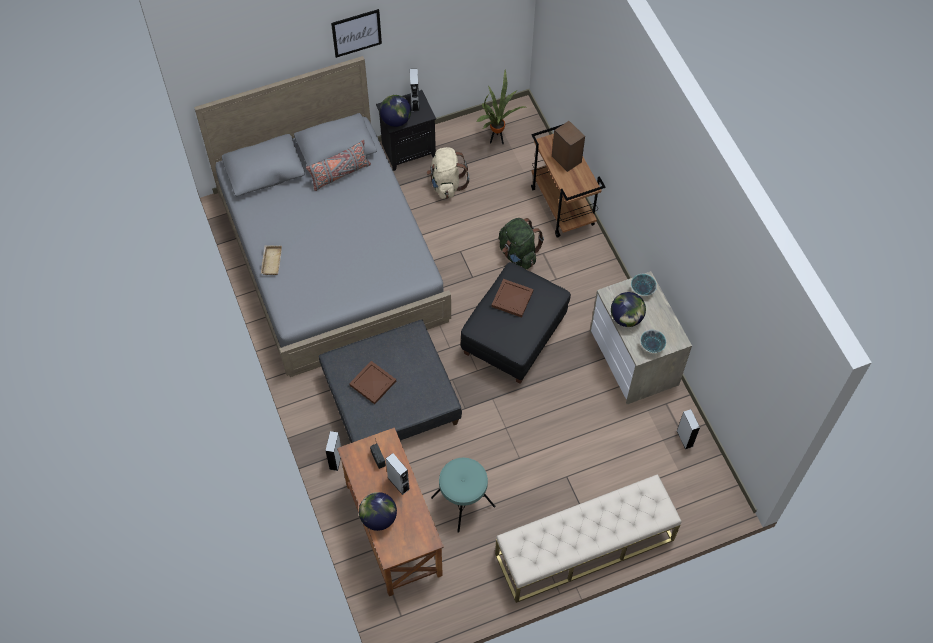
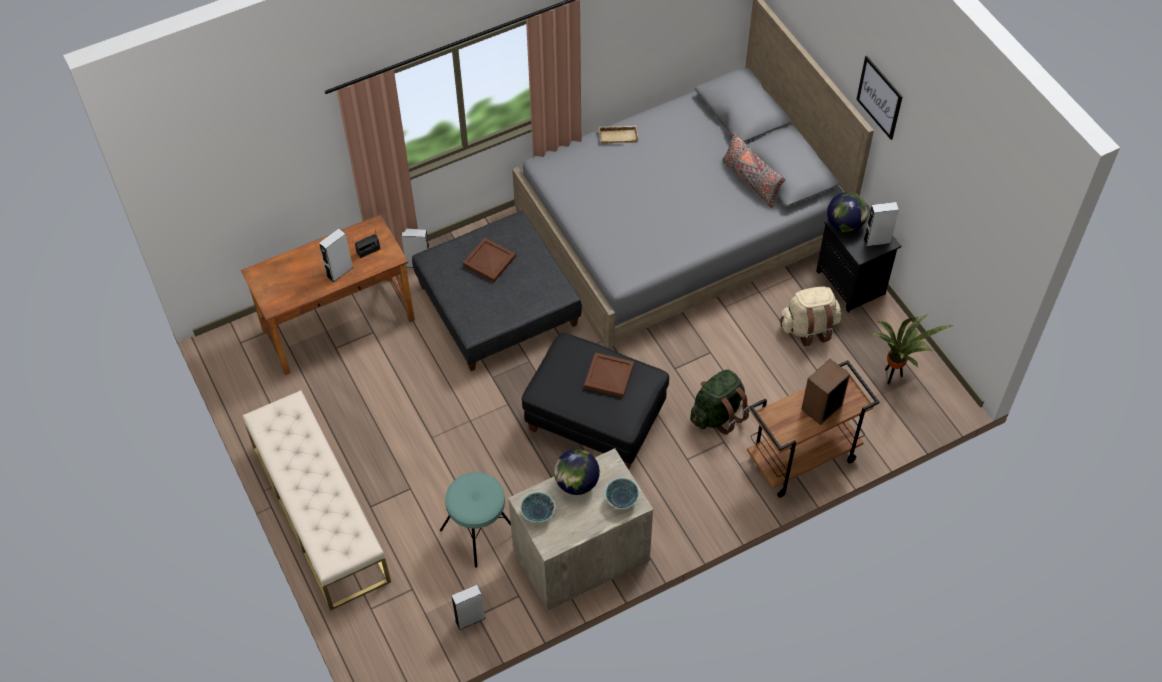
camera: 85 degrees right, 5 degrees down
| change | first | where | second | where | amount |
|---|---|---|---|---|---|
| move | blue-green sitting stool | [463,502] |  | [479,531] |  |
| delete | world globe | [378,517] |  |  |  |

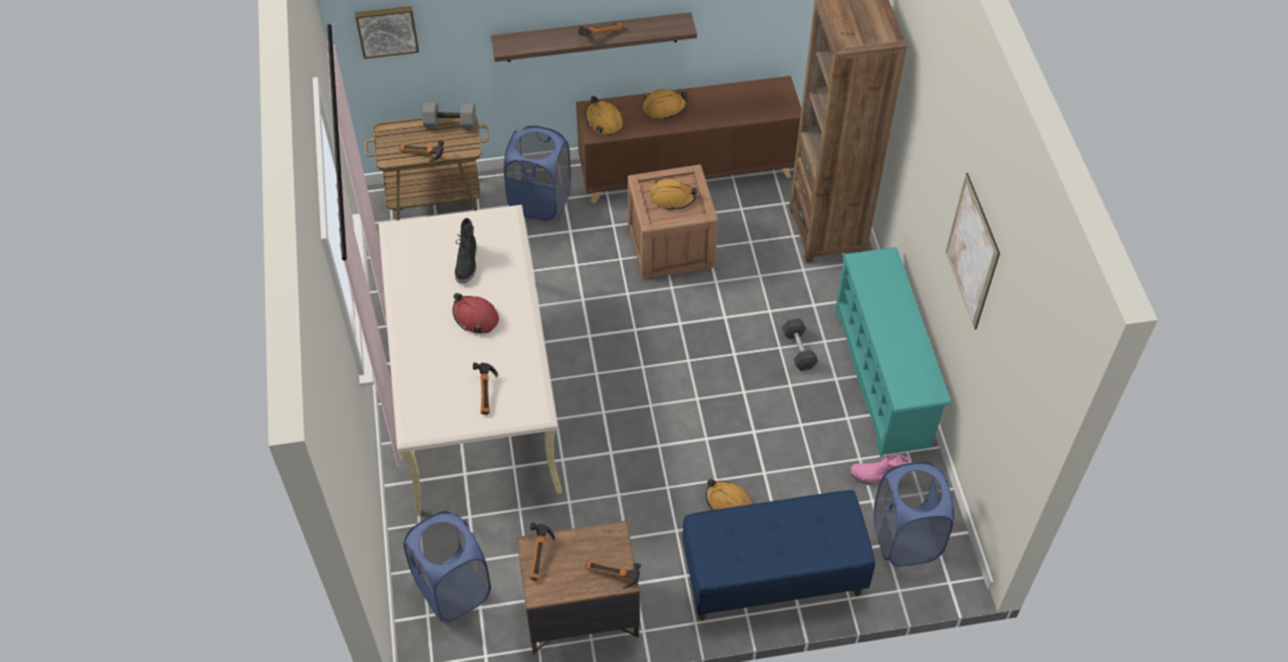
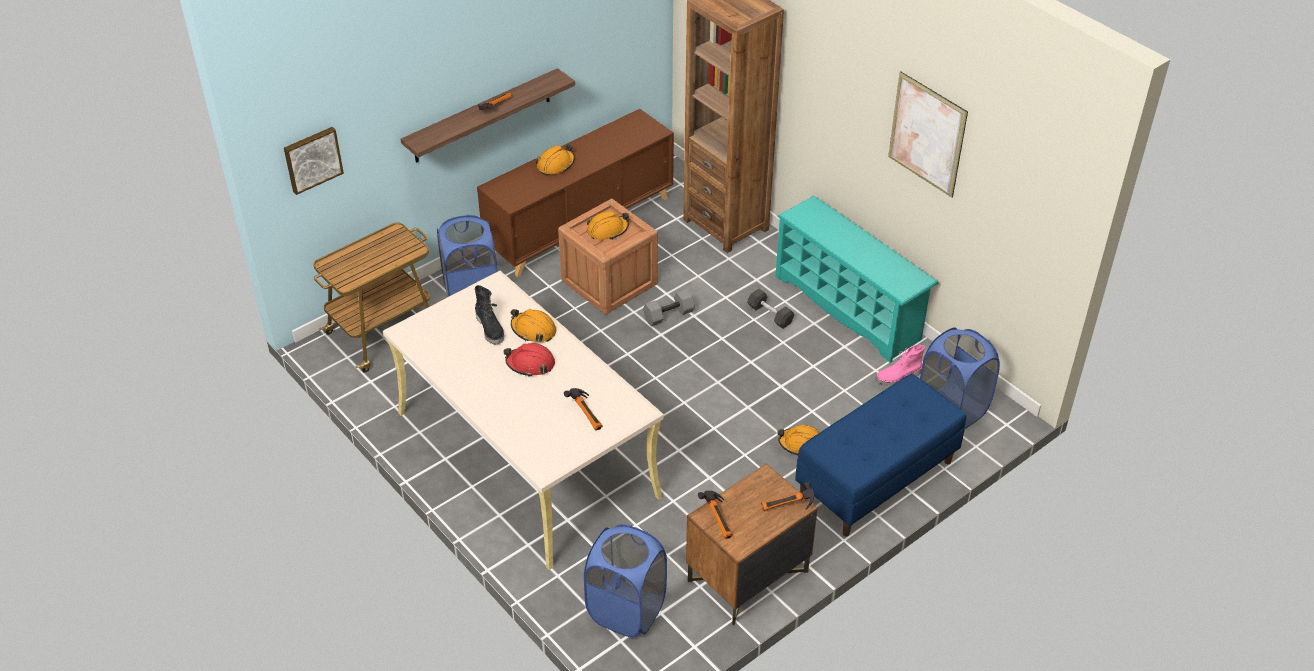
camera: 30 degrees left, 10 degrees down
| change | first | where | second | where | amount |
|---|---|---|---|---|---|
| move | orange hard hat | [603,121] |  | [533,330] |  |
| move | grey free weight | [449,124] |  | [668,316] |  |
| delete | hammer | [421,156] |  |  |  |

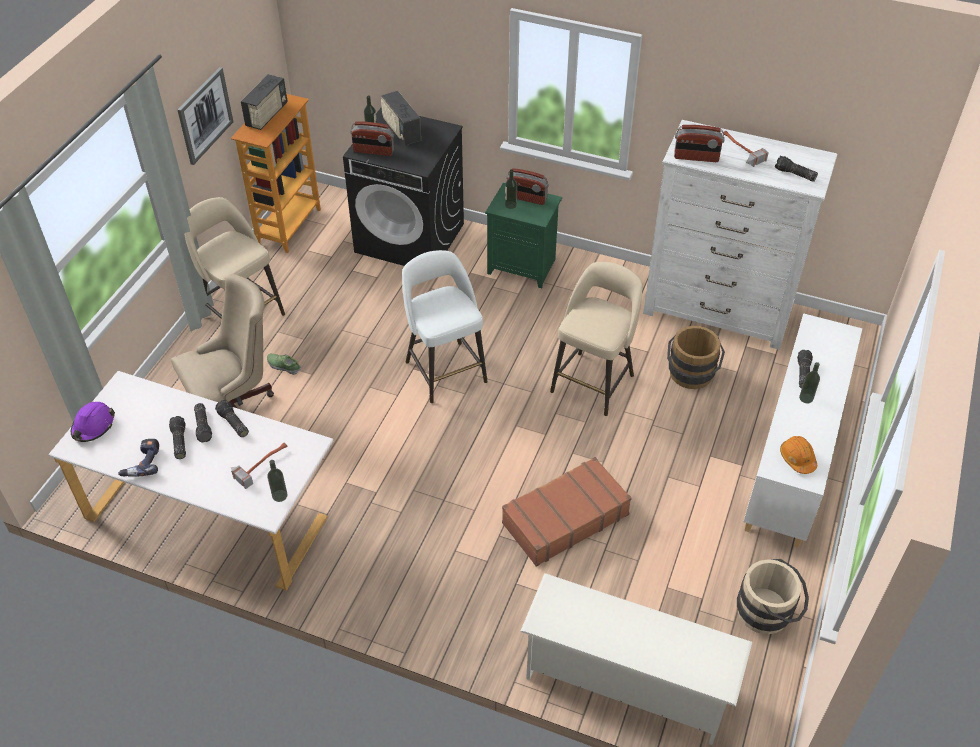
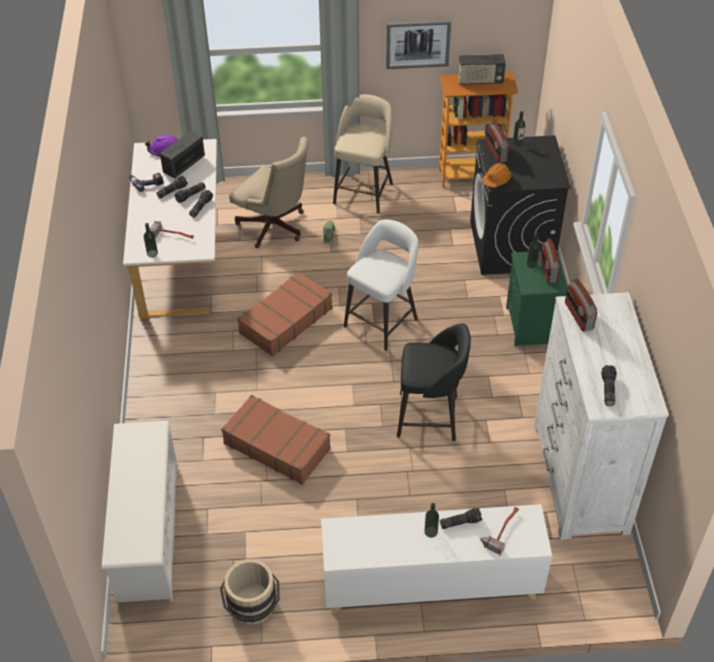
camera: 65 degrees right, 0 degrees up
| change | first | where | second | where | amount |
|---|---|---|---|---|---|
| move | radio | [401,131] |  | [184,164] |  |
| move | hammer | [739,151] |  | [501,529] |  |
| recolor | beige-coloured sitting stool | [593,382] | blackish sitting stool | [430,417] |  |
| delete | brown bucket | [690,376] |  |  |  |
| move | orange hard hat | [797,458] |  | [496,180] |  |
| insert |  |  | brown suitcase | [285,320] |  |

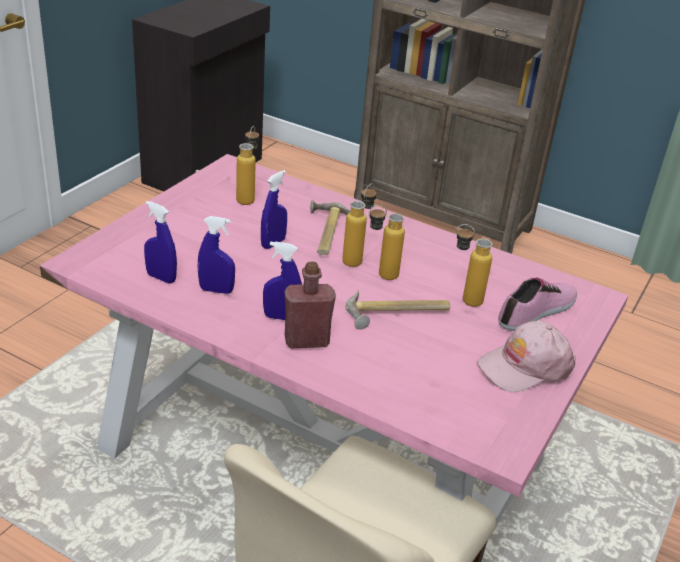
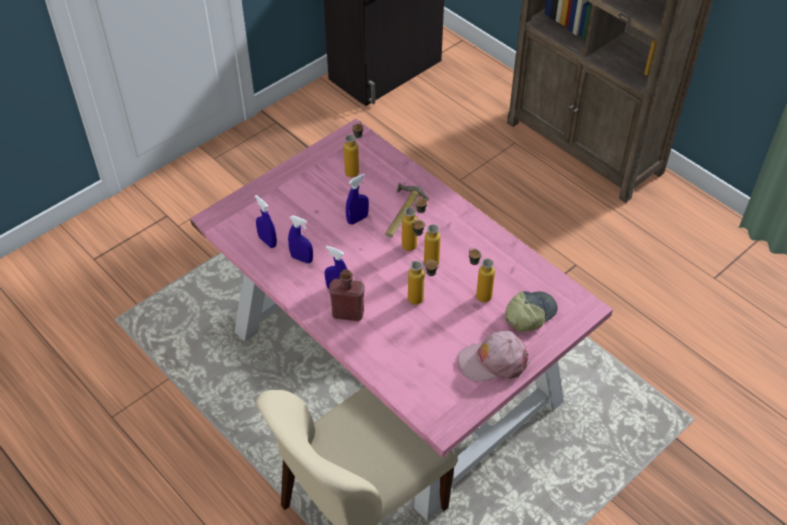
camera: 20 degrees right, 15 degrees up
| change | first | where | second | where | amount |
|---|---|---|---|---|---|
| replace | shoe | [537,311] | peaked cap | [529,314] |  |
| replace | hammer | [397,314] | beverage bottle | [422,300] |  |

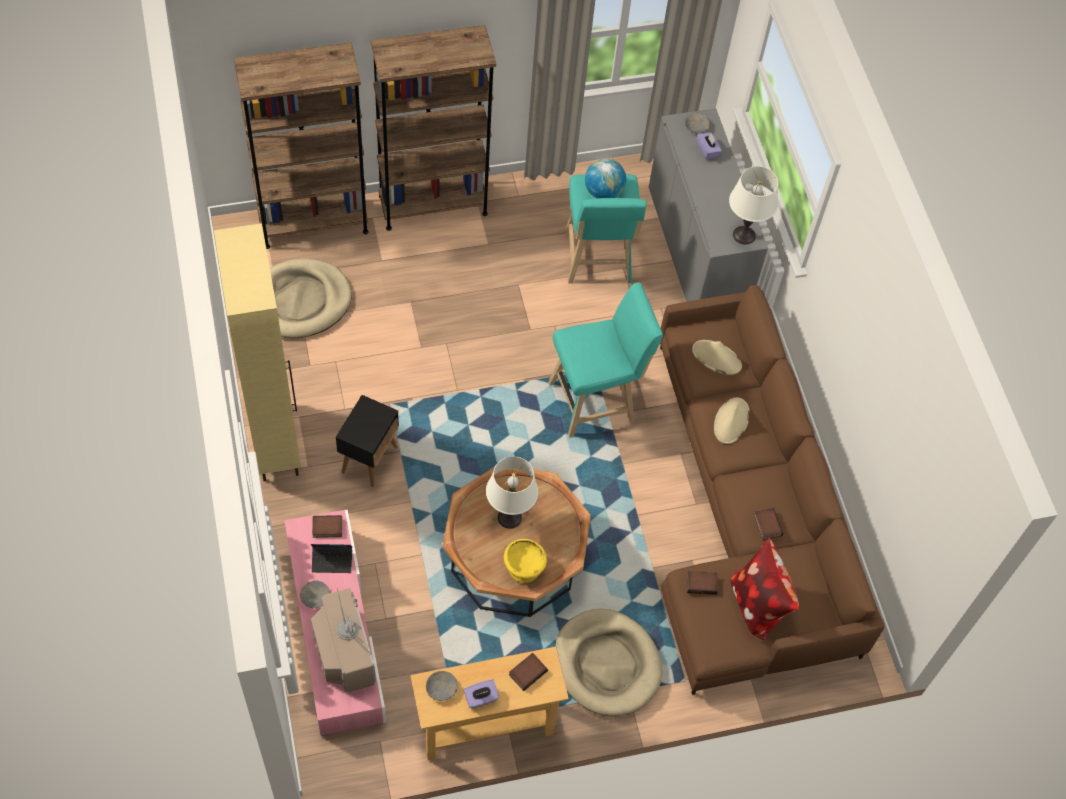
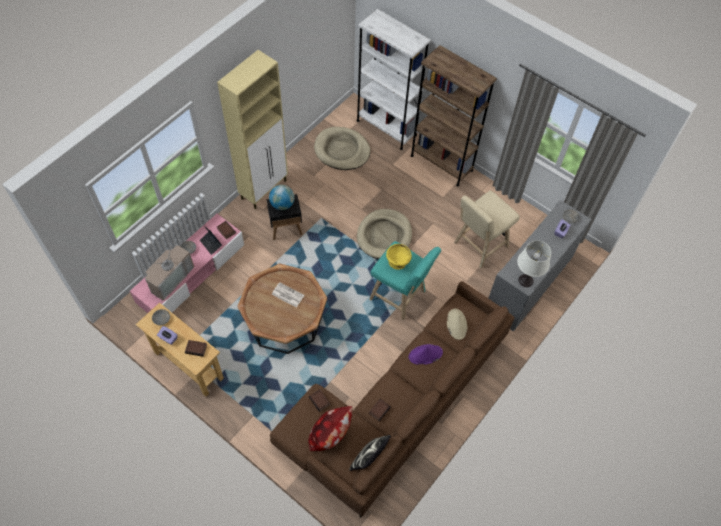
camera: 55 degrees right, 0 degrees up
| change | first | where | second | where | amount |
|---|---|---|---|---|---|
| recolor | brown bookcase | [313,223] | whitish bookcase | [386,127] |  |
| move | world globe | [603,192] |  | [282,204] |  |
| recolor | blue-green sitting stool | [597,261] | beige-coloured sitting stool | [478,246] |  |
| recolor | beige-coloured hat | [731,421] | purplish hat | [425,355] |  |
| replace | whitish lamp for a table | [509,517] | daily paper | [287,295] |  |
| move | yellowish serving bowl | [523,568] |  | [398,261] |  |
| move | beige-coloured dog cushion | [607,664] |  | [384,236] |  |
| insert |  |  | pillow | [369,458] |  |

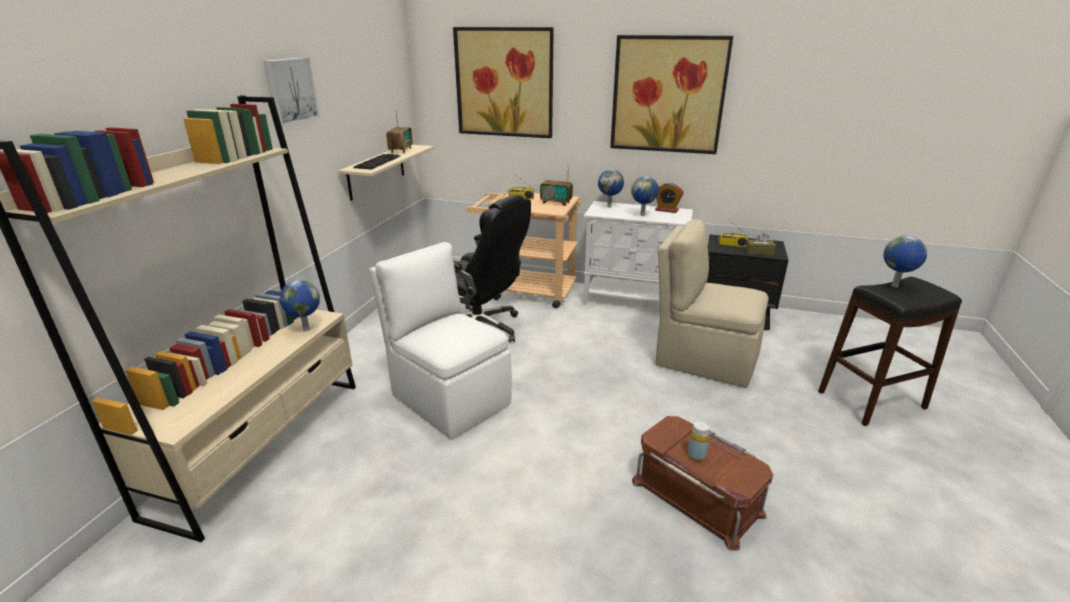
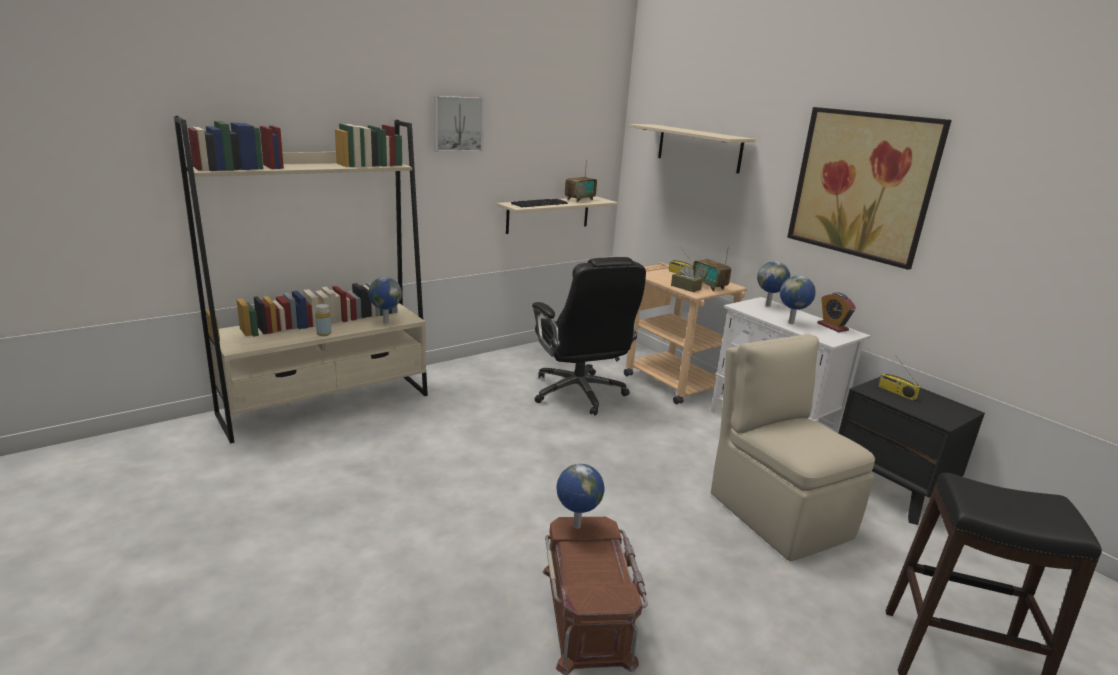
camera: 35 degrees right, 5 degrees down
| change | first | where | second | where | amount |
|---|---|---|---|---|---|
| replace | wall picture | [504,83] | beige-coloured shelf | [699,148] |  |
| move | brown box of tissues | [759,252] |  | [685,287] |  |
| move | world globe | [895,286] |  | [576,526] |  |
| delete | whitish chair | [449,398] |  |  |  |
| move | yellowish beverage bottle | [696,455] |  | [324,334] |  |

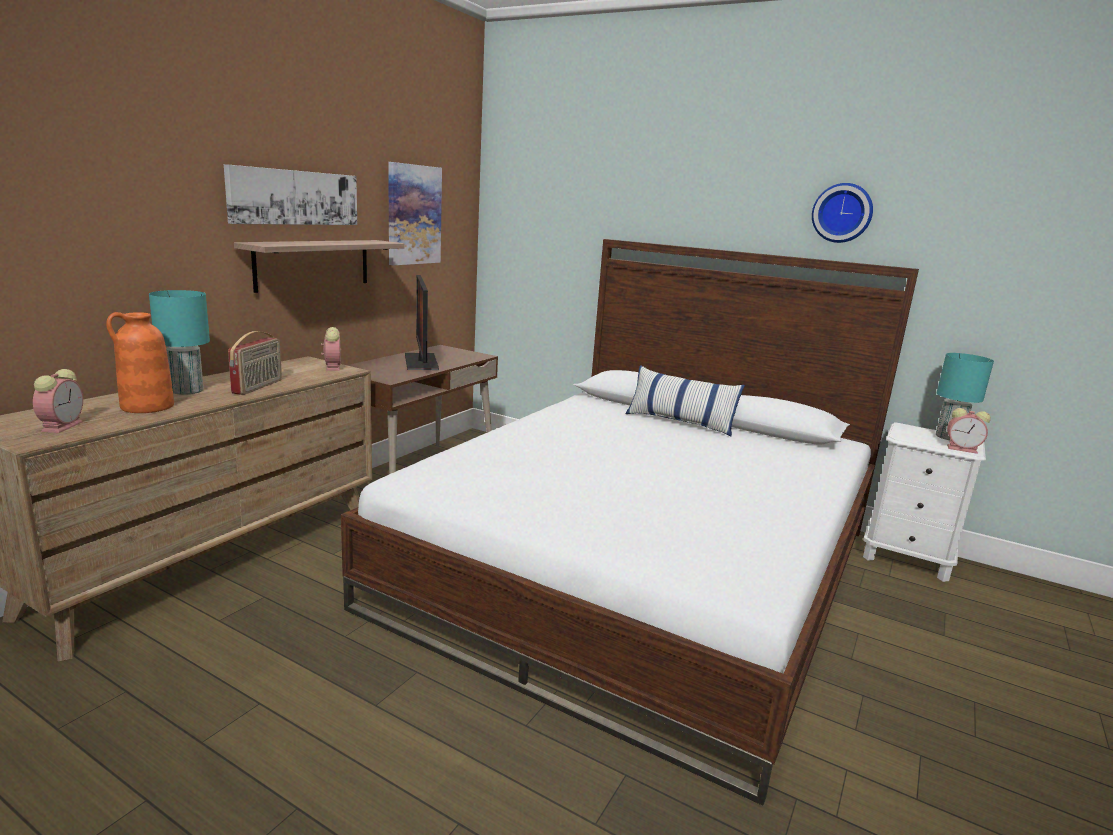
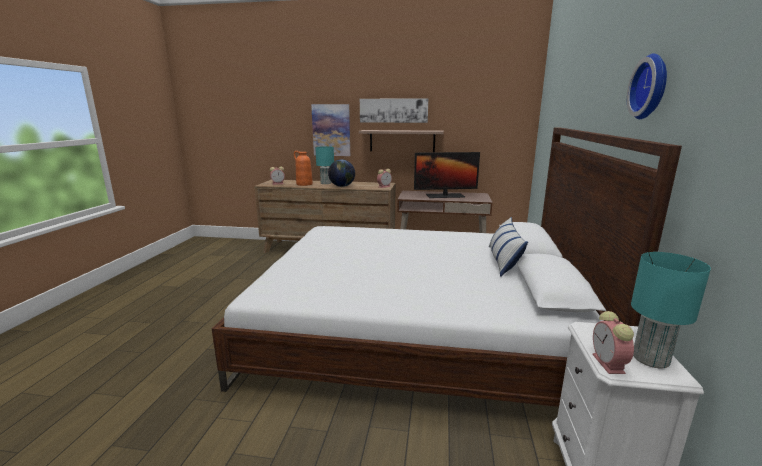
camera: 70 degrees right, 0 degrees up
| change | first | where | second | where | amount |
|---|---|---|---|---|---|
| move | wall picture | [413,215] |  | [331,130] |  |
| rotate | computer screen | [421,361] |  | [445,196] | 150 degrees counterclockwise |
| replace | radio | [258,387] | world globe | [342,186] |  |

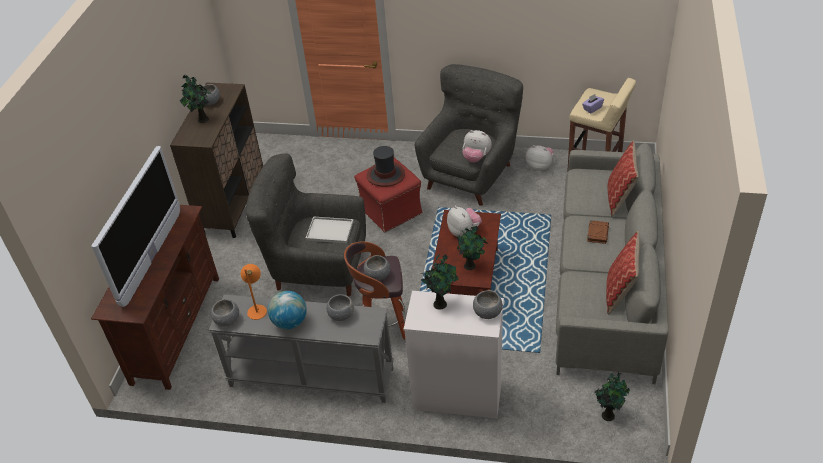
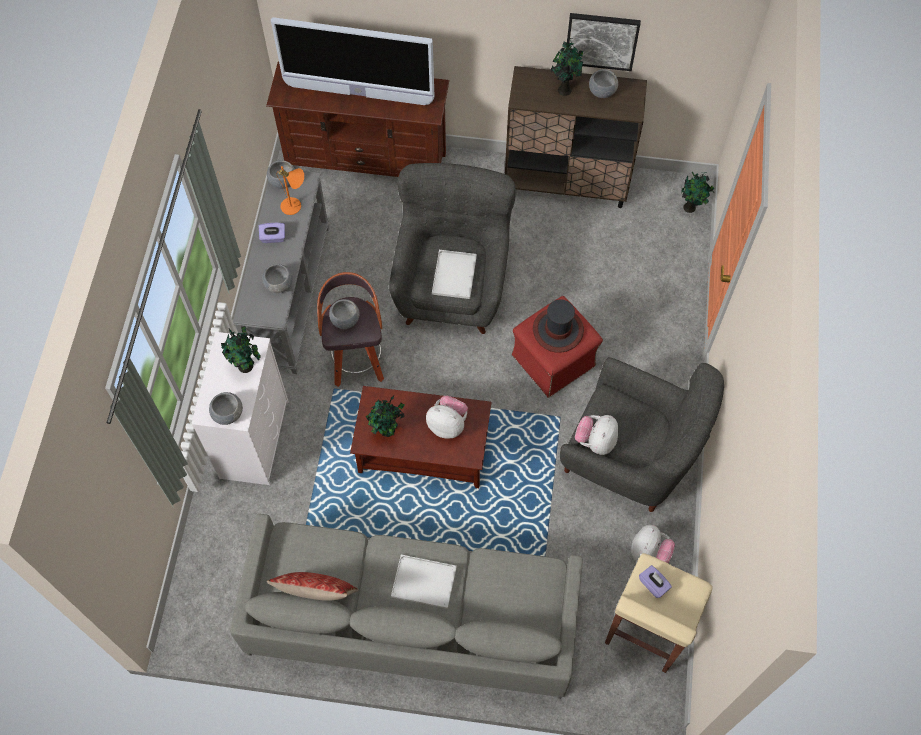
camera: 85 degrees right, 20 degrees up
| change | first | where | second | where | amount |
|---|---|---|---|---|---|
| delete | pillow | [619,198] |  |  |  |
| rotate | cuddly toy | [464,232] |  | [447,424] | 120 degrees counterclockwise |
| replace | brown book | [597,233] | whitish tray | [425,581] |  |
| replace | world globe | [290,322] | purplish box of tissues | [273,237] |  |
| move | houseplant | [608,414] |  | [690,207] |  |
| insert |  |  | wall picture | [601,40] |  |

